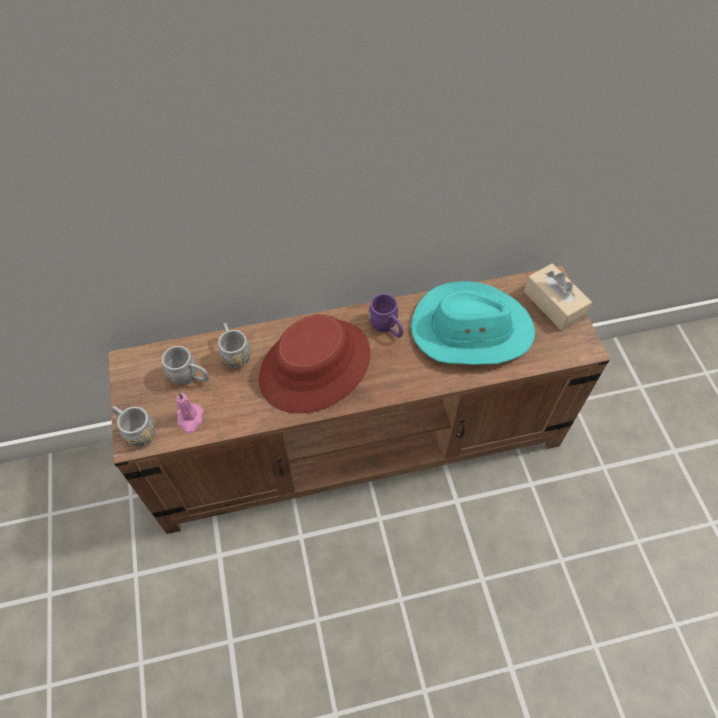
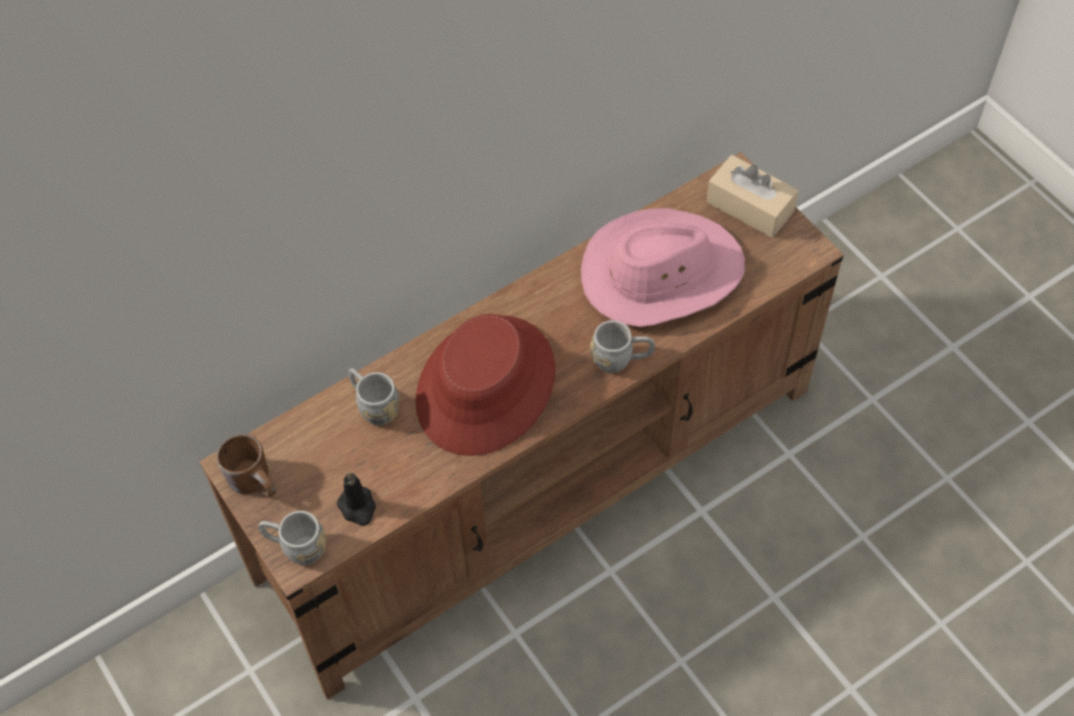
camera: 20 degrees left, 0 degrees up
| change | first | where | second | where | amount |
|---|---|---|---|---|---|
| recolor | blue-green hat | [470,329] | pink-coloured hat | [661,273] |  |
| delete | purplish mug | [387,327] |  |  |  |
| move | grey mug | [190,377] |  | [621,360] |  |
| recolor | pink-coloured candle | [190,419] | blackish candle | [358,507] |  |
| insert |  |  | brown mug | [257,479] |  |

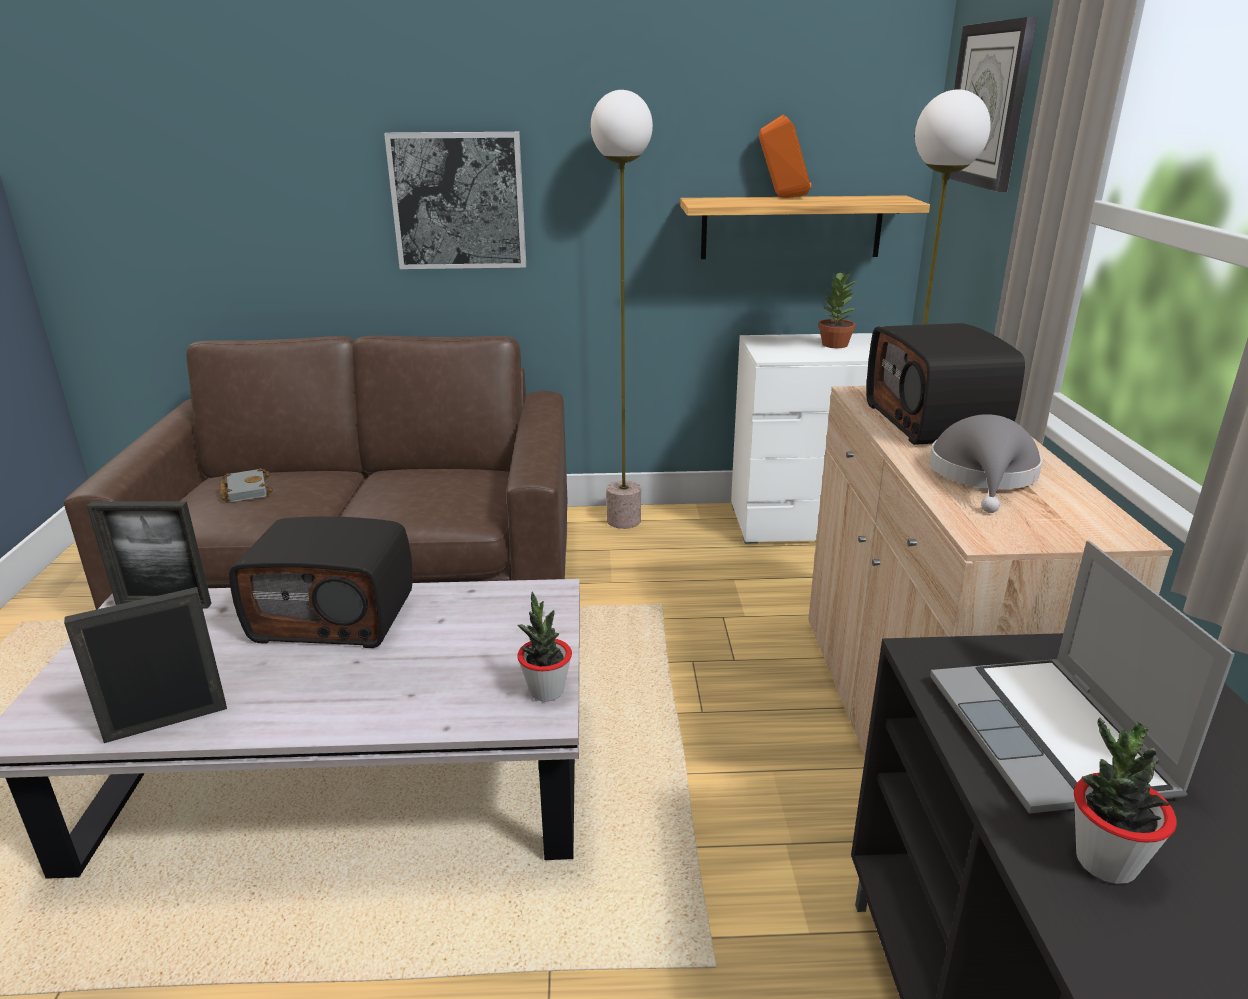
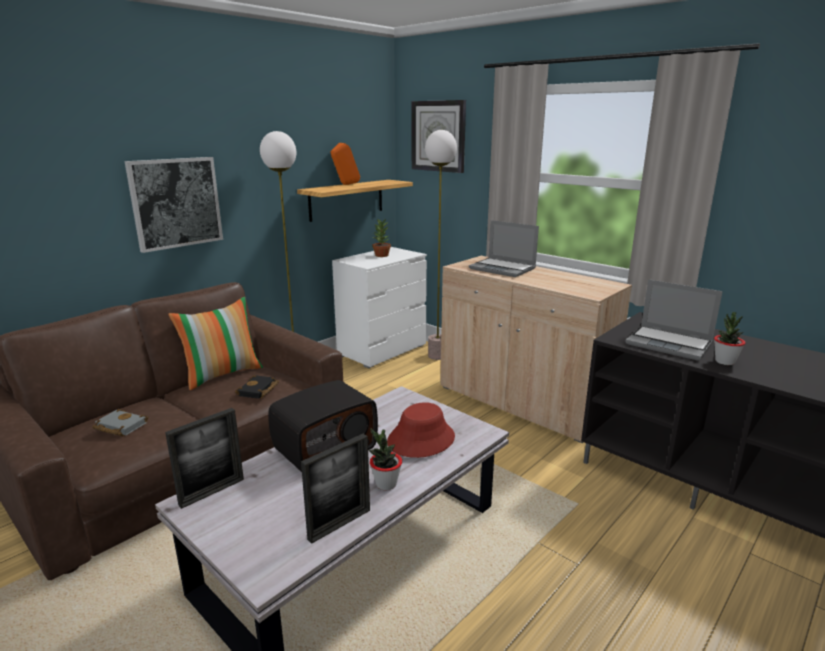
camera: 45 degrees left, 5 degrees down
| change | first | where | second | where | amount |
|---|---|---|---|---|---|
| replace | radio | [936,421] | portable computer | [503,269] |  |
| delete | grey hat | [983,476] |  |  |  |
| rotate | standing frame | [166,722] |  | [339,524] | 150 degrees counterclockwise |
| move | houseplant | [546,691] |  | [386,484] |  |
| insert |  |  | pillow | [222,374] |  |
| insert |  |  | blackish book | [258,390] |  |
| insert |  |  | reddish hat | [421,439] |  |

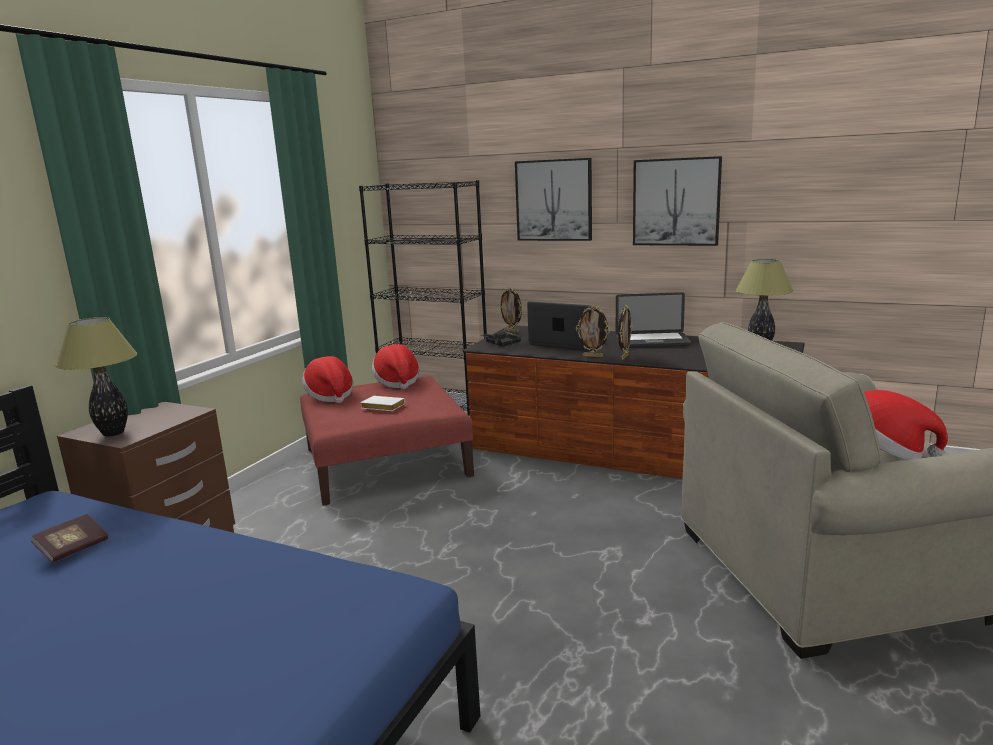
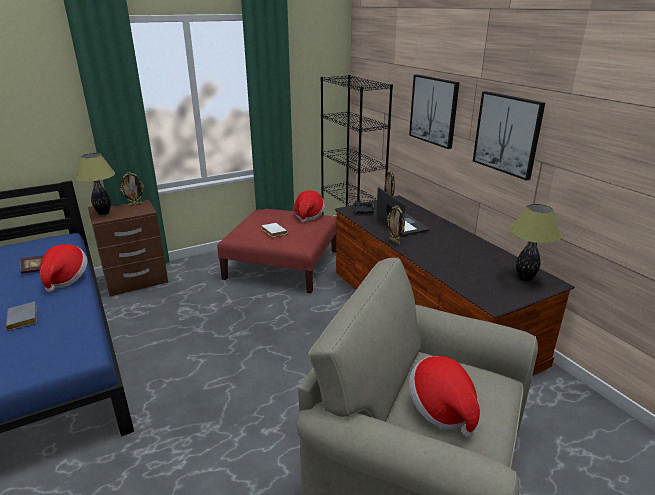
camera: 35 degrees right, 10 degrees up
| change | first | where | second | where | amount |
|---|---|---|---|---|---|
| delete | portable computer | [652,341] |  |  |  |
| move | standing frame | [624,357] |  | [135,204] |  |
| move | hat | [330,396] |  | [65,279] |  |
| insert |  |  | grey book | [24,319] |  |

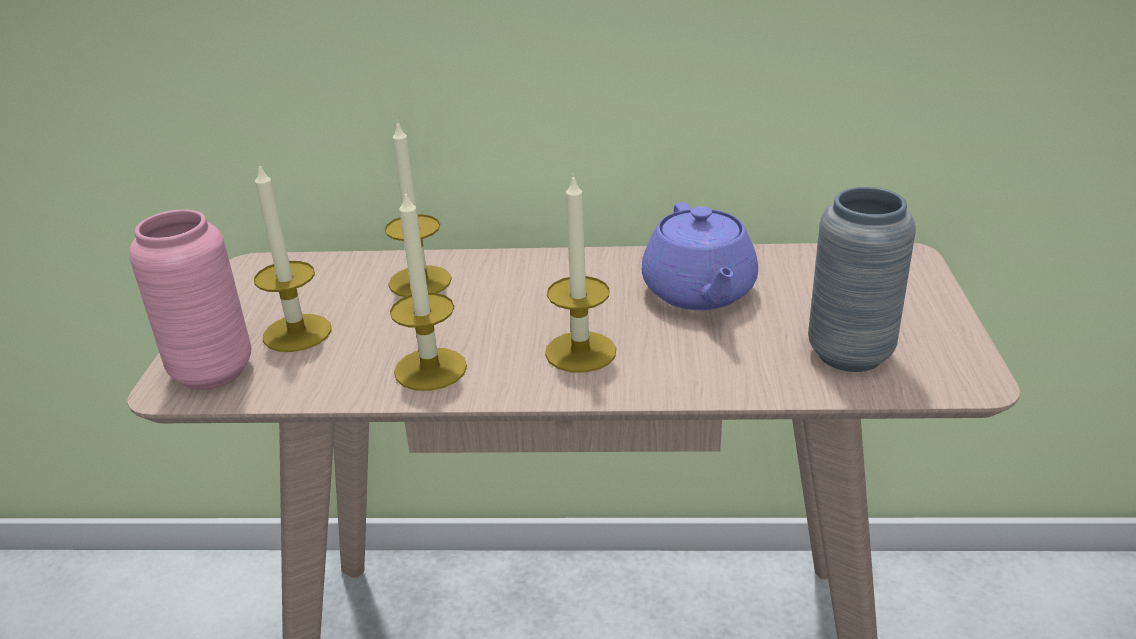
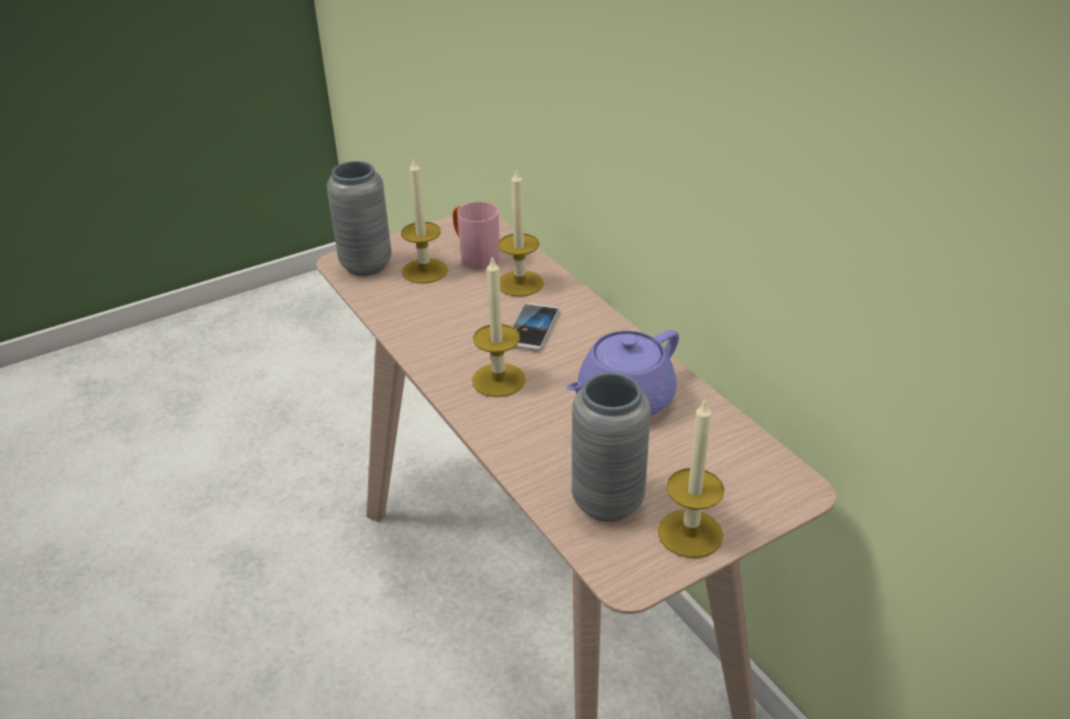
camera: 55 degrees right, 5 degrees up
| change | first | where | second | where | amount |
|---|---|---|---|---|---|
| move | candle | [430,369] |  | [690,533] |  |
| recolor | pink-coloured flower vase | [212,371] | grey flower vase | [366,265] |  |
| insert |  |  | pink-coloured mug | [474,256] |  |
| insert |  |  | handset | [532,328] |  |

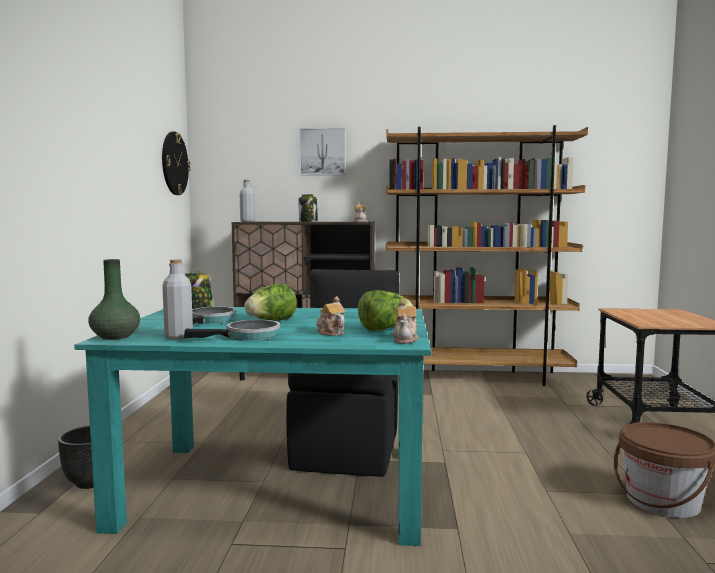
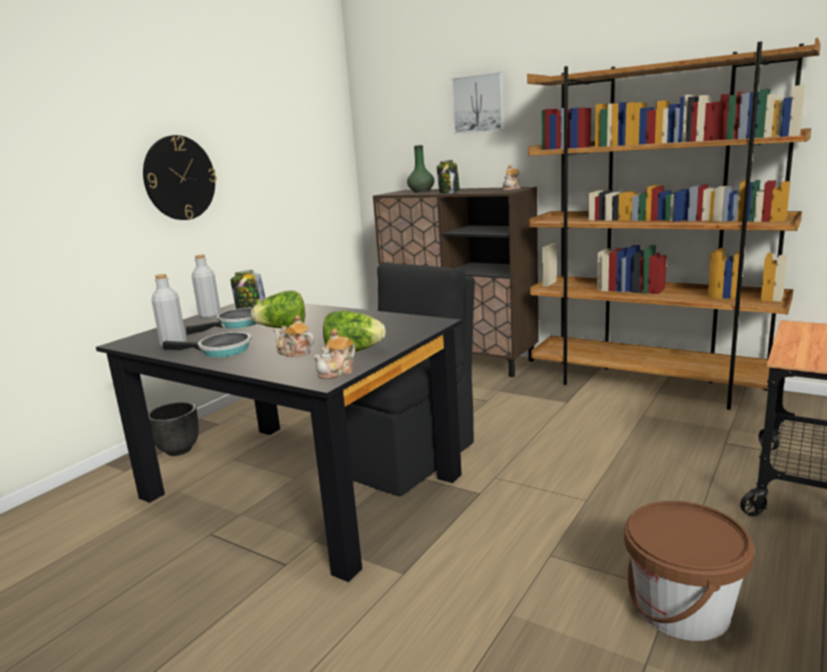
camera: 30 degrees right, 10 degrees up
| change | first | where | second | where | amount |
|---|---|---|---|---|---|
| move | hanging clock | [174,163] |  | [179,178] |  |
| move | grey beverage bottle | [247,221] |  | [210,316] |  |
| move | green-coloured flower vase | [116,337] |  | [421,191] |  |
| rotate | tea pot | [330,333] |  | [294,353] | 60 degrees counterclockwise |
| recolor | blue-green dinner table | [280,486] | blackish dinner table | [302,486] |  |

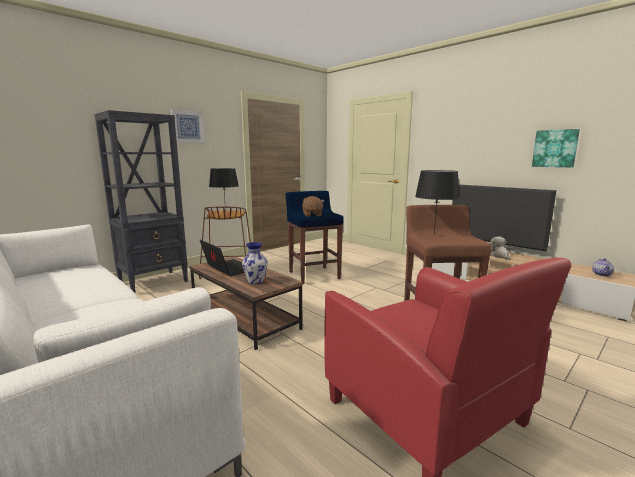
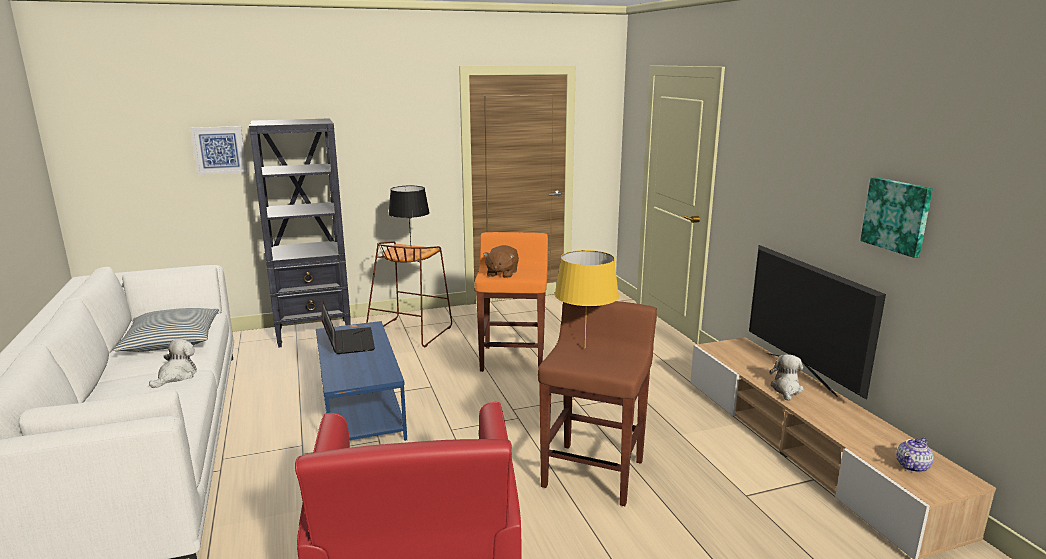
camera: 25 degrees right, 5 degrees up
| change | first | where | second | where | amount |
|---|---|---|---|---|---|
| move | wall picture | [187,126] |  | [219,150] |  |
| recolor | blackish lamp for a table | [434,234] | yellowish lamp for a table | [584,348] |  |
| recolor | blue-coloured sitting stool | [314,275] | orange sitting stool | [513,359] |  |
| delete | flower vase | [255,281] |  |  |  |
| recolor | brown low table | [243,318] | blue-coloured low table | [360,407] |  |
| insert |  |  | pillow | [171,340] |  |
| insert |  |  | cuddly toy | [176,376] |  |

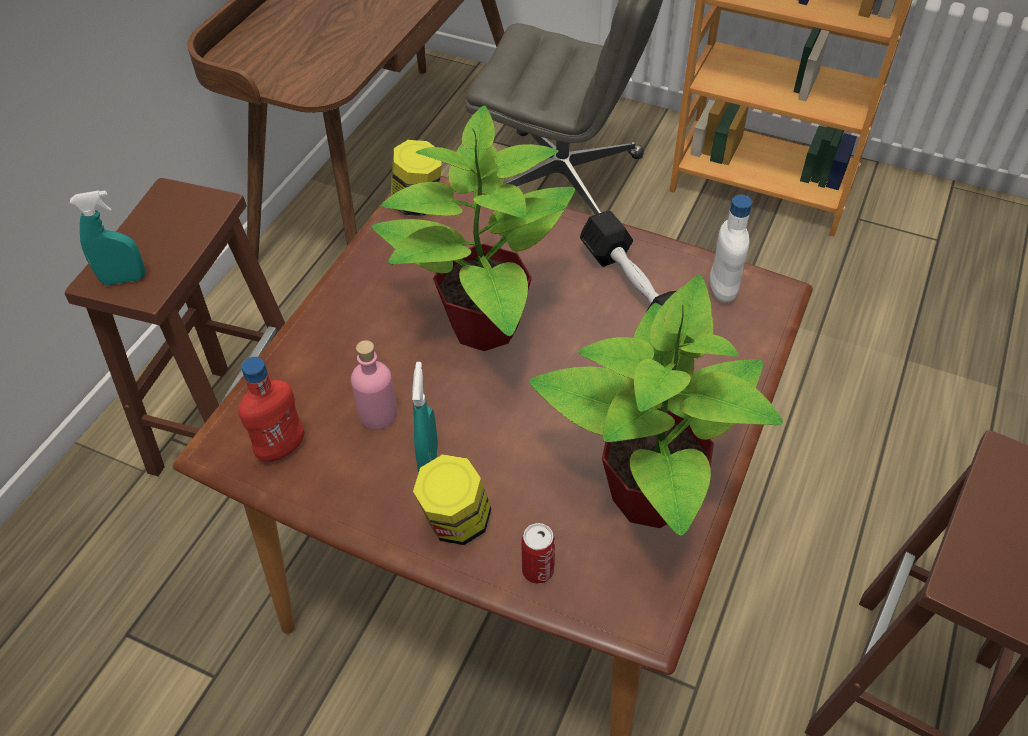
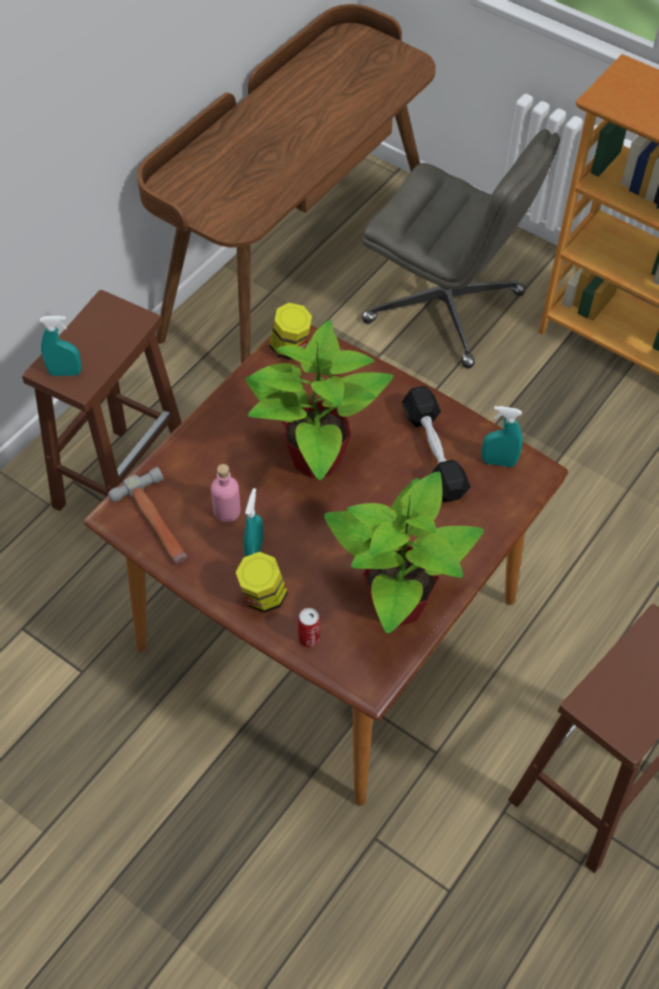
camera: 10 degrees right, 5 degrees up
| change | first | where | second | where | amount |
|---|---|---|---|---|---|
| replace | whitish beverage bottle | [722,290] | blue-green spray bottle | [498,462] |  |
| replace | reddish beverage bottle | [281,448] | hammer | [157,523] |  |

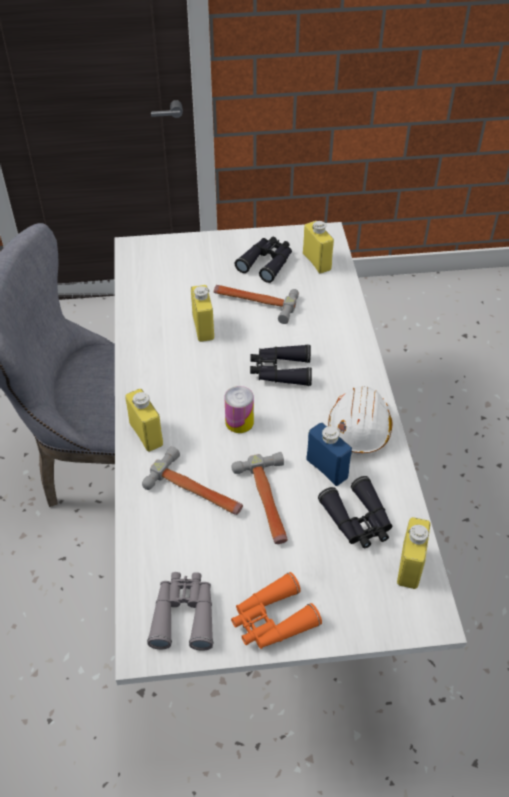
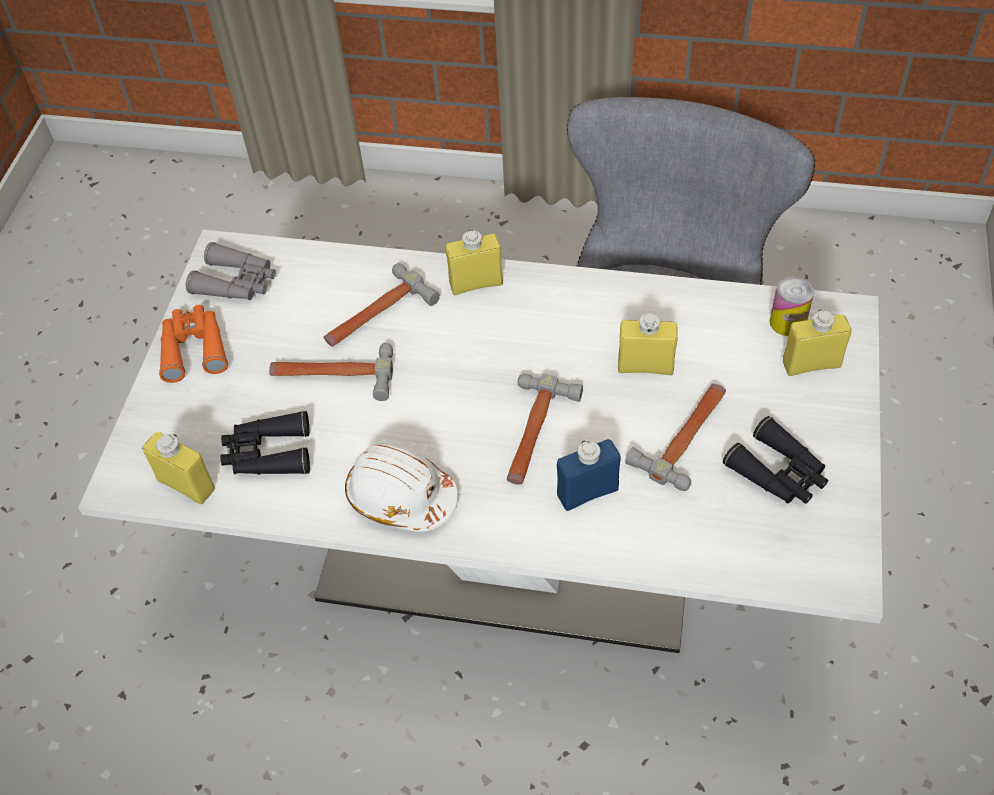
camera: 110 degrees right, 5 degrees up
| change | first | where | second | where | amount |
|---|---|---|---|---|---|
| move | yellowish beverage bottle | [316,262] |  | [811,364] |  |
| replace | blackish field glasses | [280,371] | hammer | [534,434] |  |
| move | metal can | [239,422] |  | [787,322] |  |
| move | blue-coloured beverage bottle | [327,469] |  | [587,492] |  |

